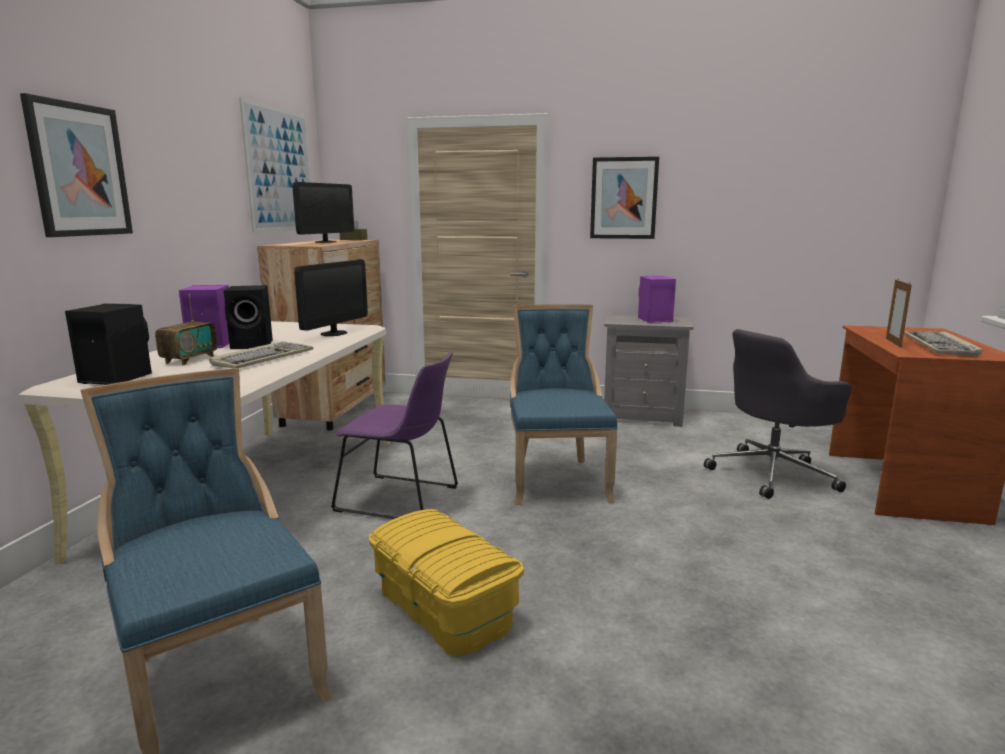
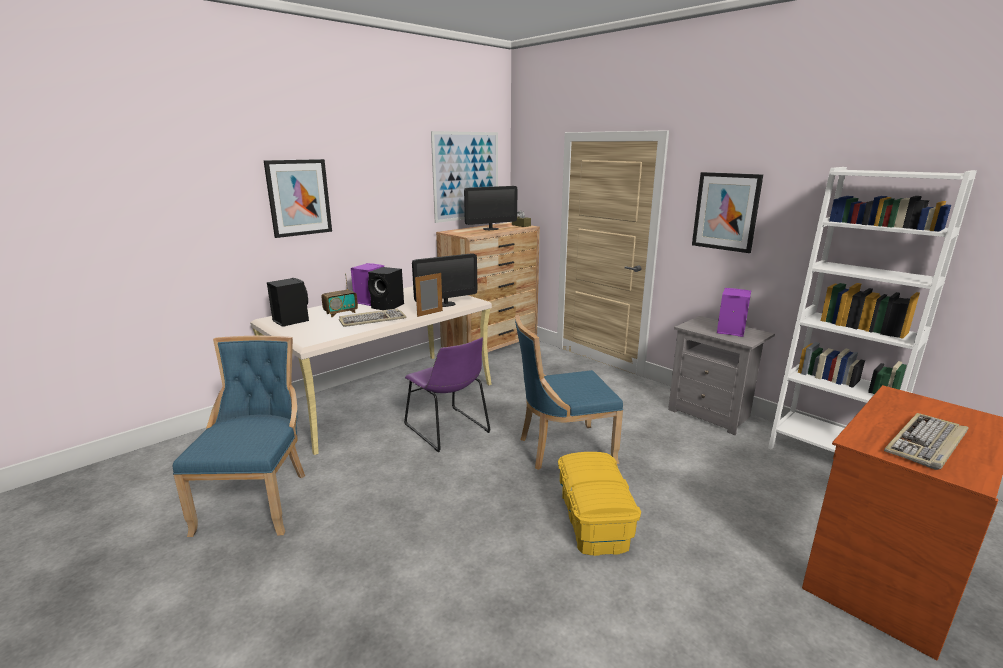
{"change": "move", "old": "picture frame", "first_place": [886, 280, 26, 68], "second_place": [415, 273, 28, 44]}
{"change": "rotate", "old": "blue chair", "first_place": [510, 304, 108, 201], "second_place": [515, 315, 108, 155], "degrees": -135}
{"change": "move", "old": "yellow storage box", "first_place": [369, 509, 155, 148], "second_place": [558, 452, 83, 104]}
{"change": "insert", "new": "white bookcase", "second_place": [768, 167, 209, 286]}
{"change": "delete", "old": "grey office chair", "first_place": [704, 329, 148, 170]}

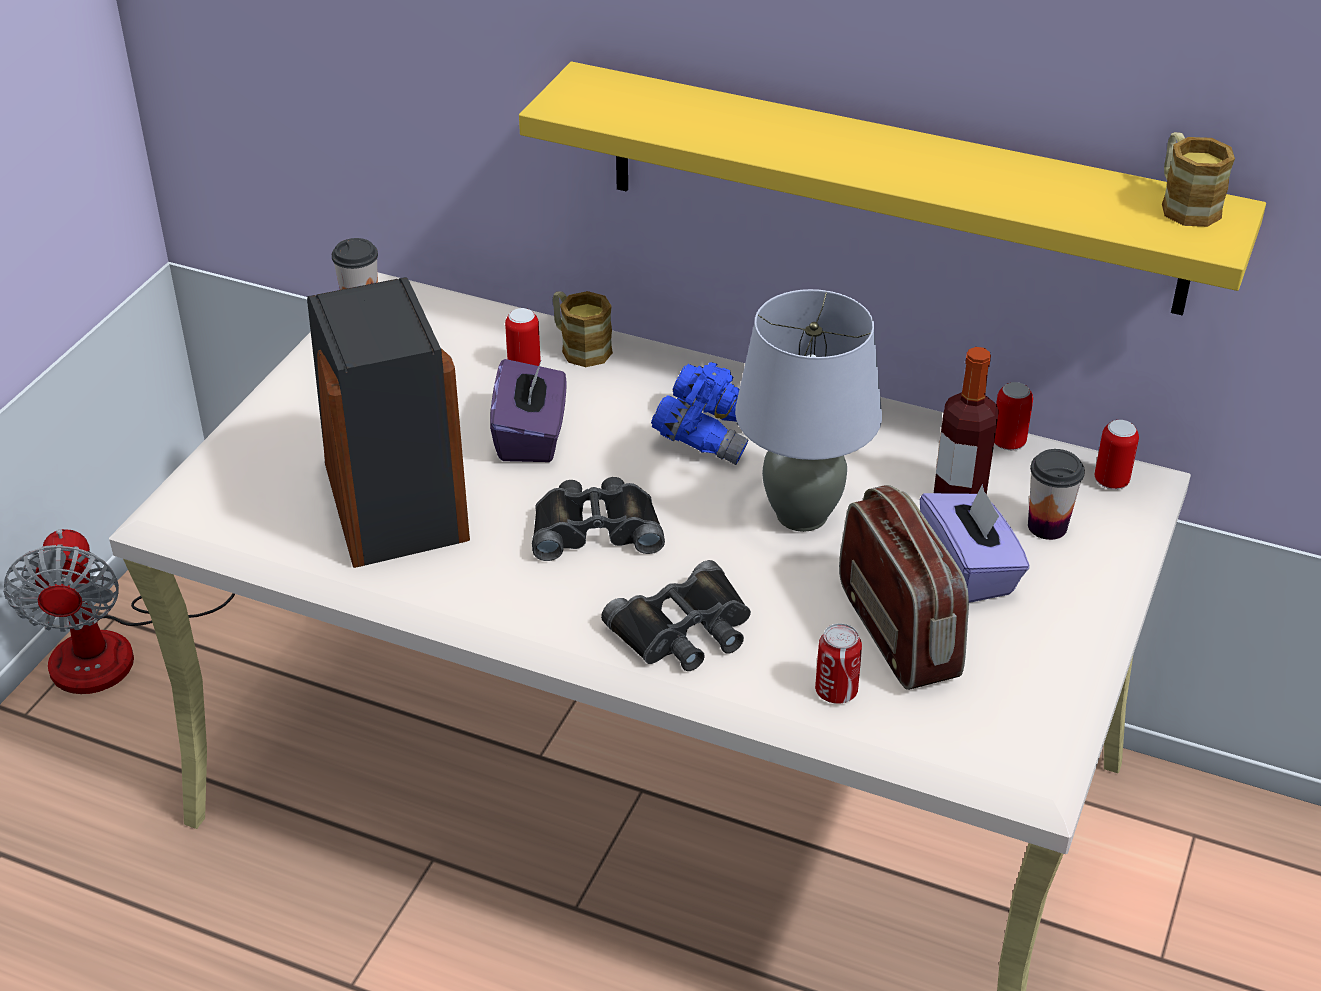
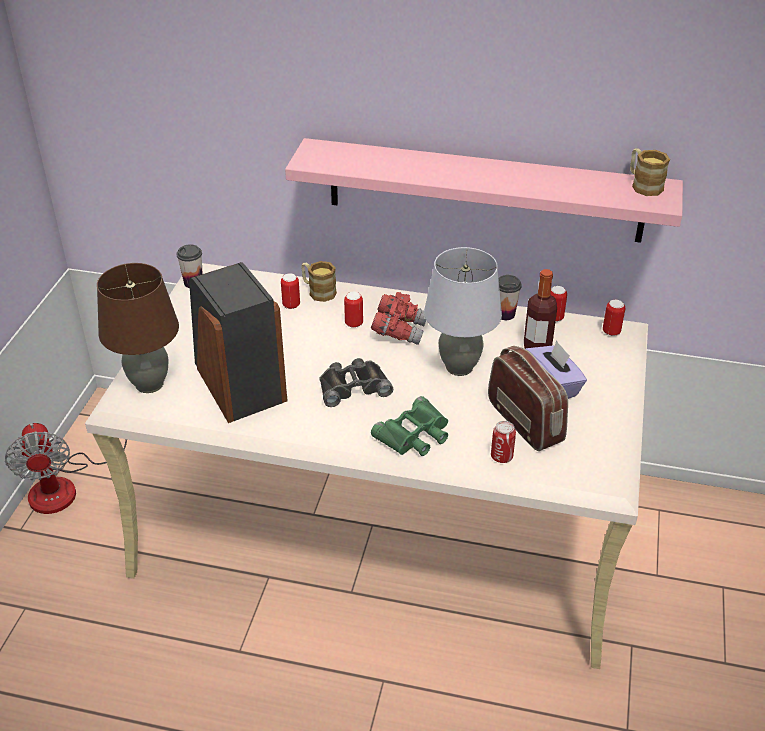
{"change": "insert", "new": "brown table lamp", "second_place": [97, 263, 82, 130]}
{"change": "recolor", "old": "yellow shelf", "new": "pink shelf", "first_place": [519, 62, 747, 254], "second_place": [285, 138, 398, 105]}
{"change": "insert", "new": "can", "second_place": [344, 292, 19, 36]}
{"change": "recolor", "old": "blue binoculars", "new": "red binoculars", "first_place": [651, 362, 98, 103], "second_place": [371, 292, 55, 53]}
{"change": "recolor", "old": "black binoculars", "new": "green binoculars", "first_place": [601, 560, 150, 111], "second_place": [371, 396, 77, 60]}
{"change": "move", "old": "cup", "first_place": [1028, 449, 57, 91], "second_place": [499, 275, 23, 45]}
{"change": "delete", "old": "purple tissue box", "first_place": [490, 357, 77, 105]}

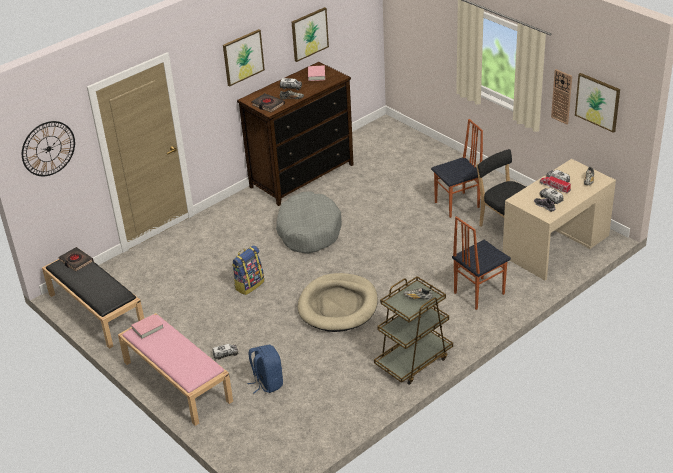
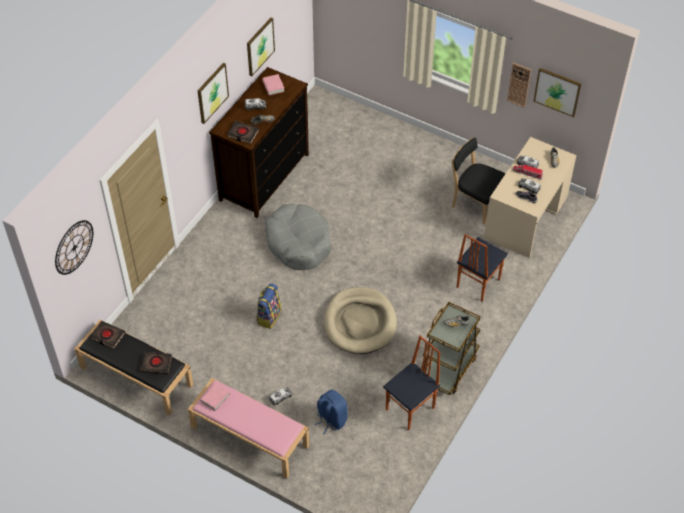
{"change": "insert", "new": "black book", "second_place": [140, 352, 32, 23]}
{"change": "move", "old": "chair", "first_place": [431, 119, 52, 99], "second_place": [383, 336, 57, 94]}

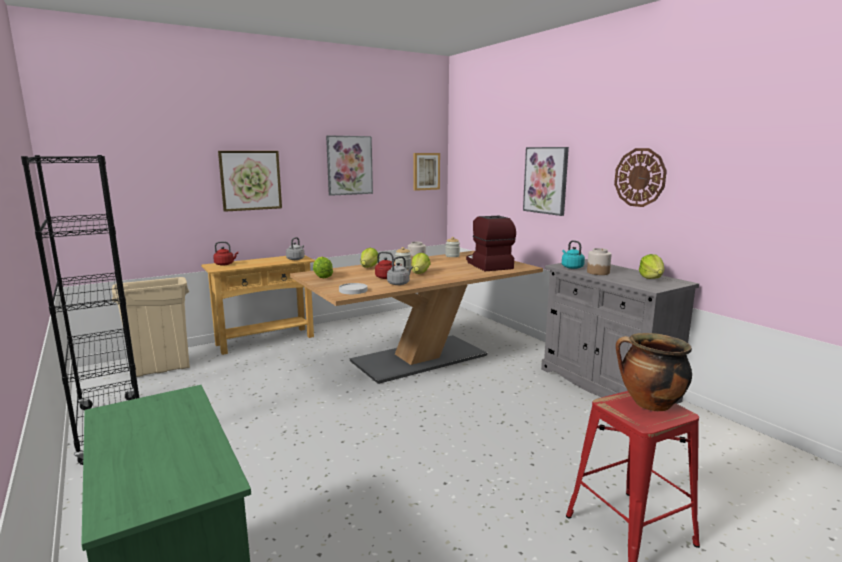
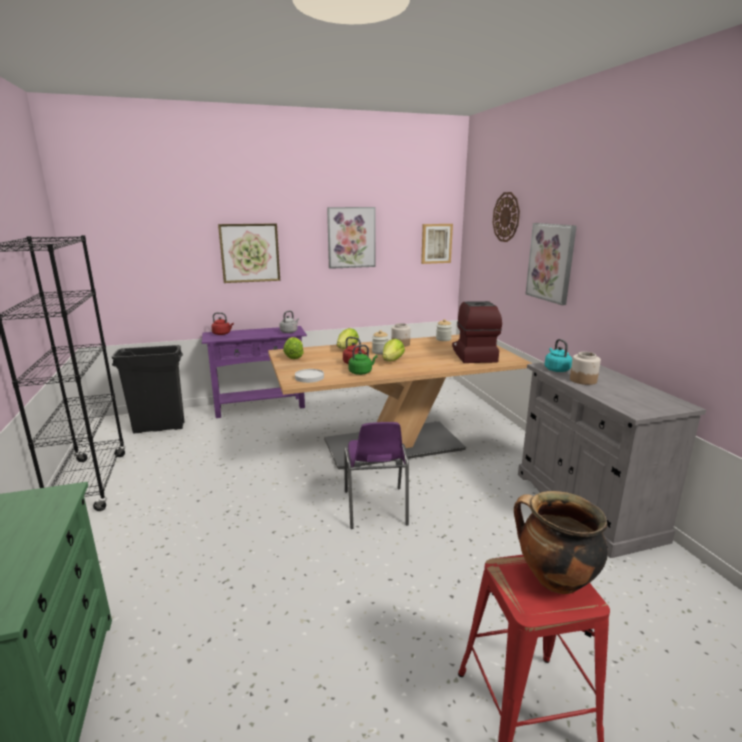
{"change": "recolor", "old": "beige trash can", "new": "black trash can", "first_place": [112, 277, 78, 100], "second_place": [112, 345, 73, 88]}
{"change": "recolor", "old": "beige console table", "new": "purple console table", "first_place": [201, 255, 114, 100], "second_place": [202, 326, 105, 92]}
{"change": "insert", "new": "purple chair", "second_place": [344, 422, 65, 107]}
{"change": "recolor", "old": "grey kettle", "new": "green kettle", "first_place": [387, 256, 26, 29], "second_place": [348, 345, 30, 30]}
{"change": "move", "old": "wall clock", "first_place": [614, 148, 53, 59], "second_place": [493, 192, 27, 50]}
{"change": "delete", "old": "lettuce", "first_place": [639, 254, 26, 25]}

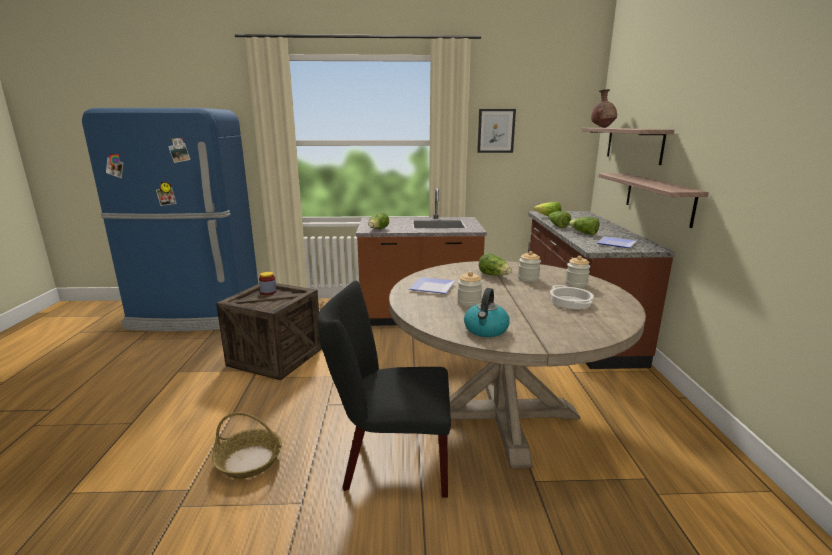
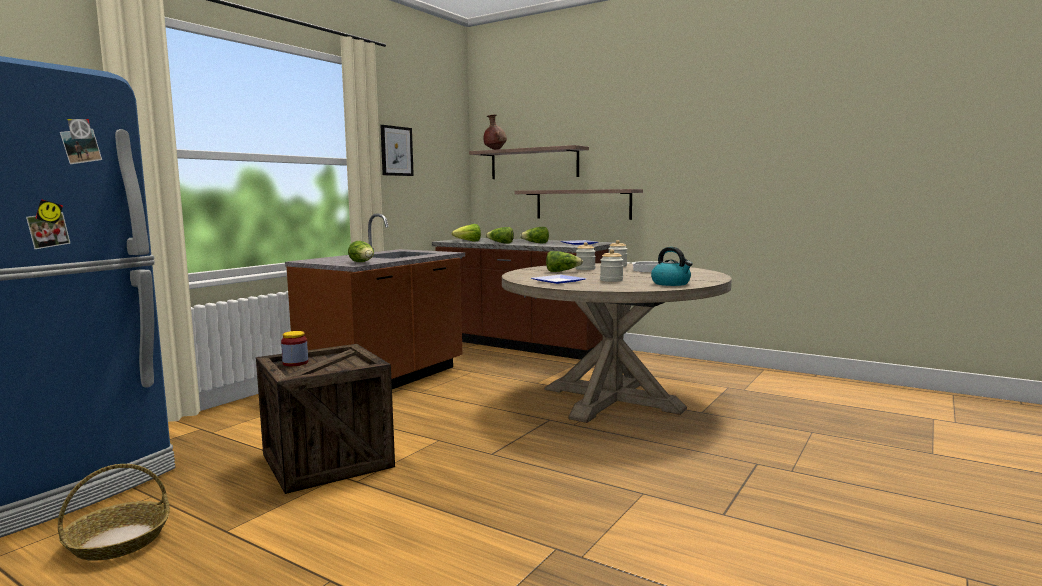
{"change": "move", "old": "basket", "first_place": [212, 412, 70, 67], "second_place": [58, 464, 112, 97]}
{"change": "delete", "old": "black chair", "first_place": [317, 281, 134, 217]}

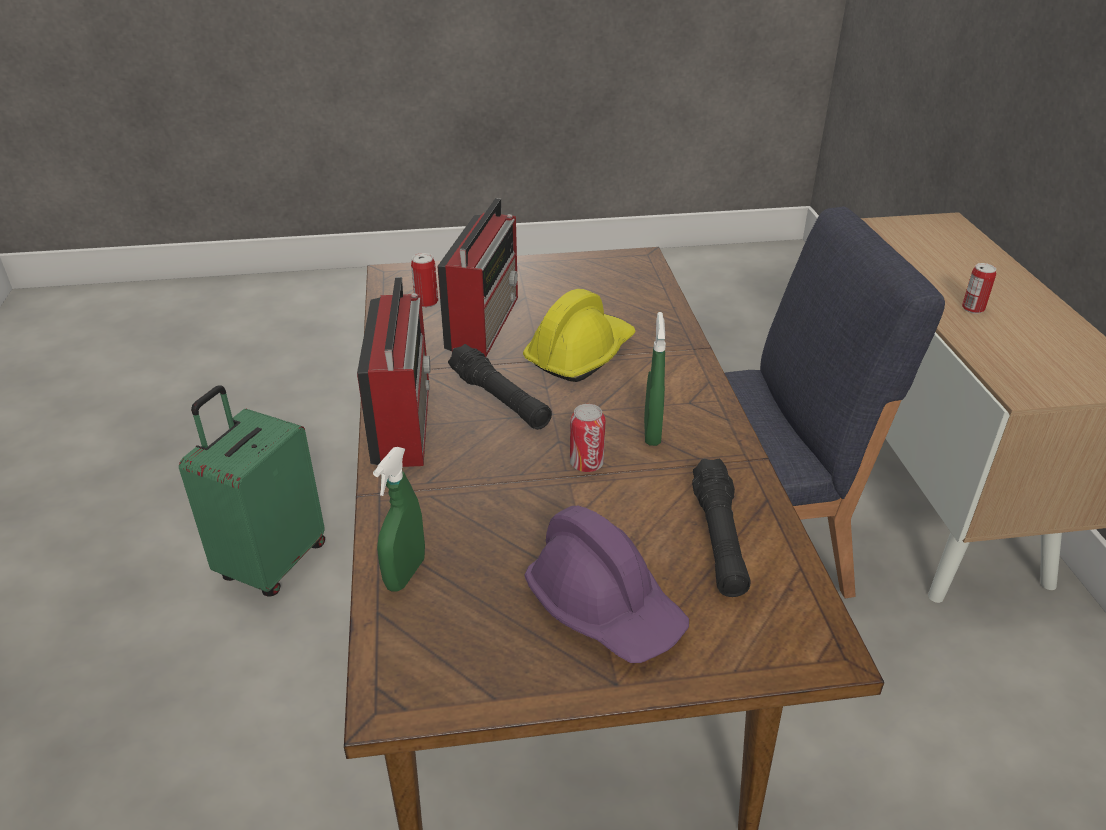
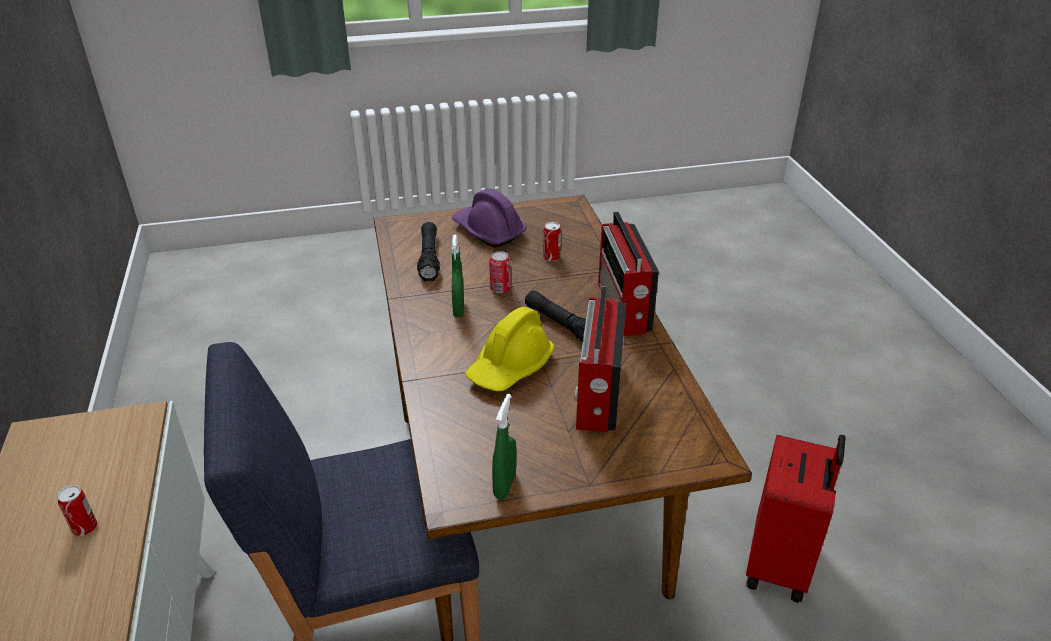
{"change": "move", "old": "green spray bottle", "first_place": [373, 447, 52, 145], "second_place": [492, 394, 25, 105]}
{"change": "move", "old": "can", "first_place": [411, 253, 27, 55], "second_place": [543, 222, 18, 40]}
{"change": "recolor", "old": "green suitcase", "new": "red suitcase", "first_place": [179, 385, 146, 212], "second_place": [746, 435, 99, 168]}

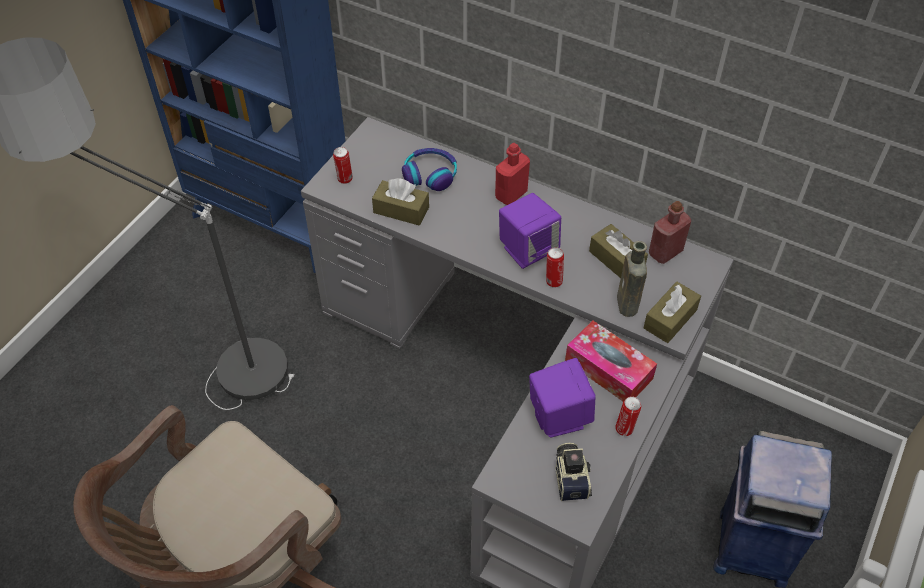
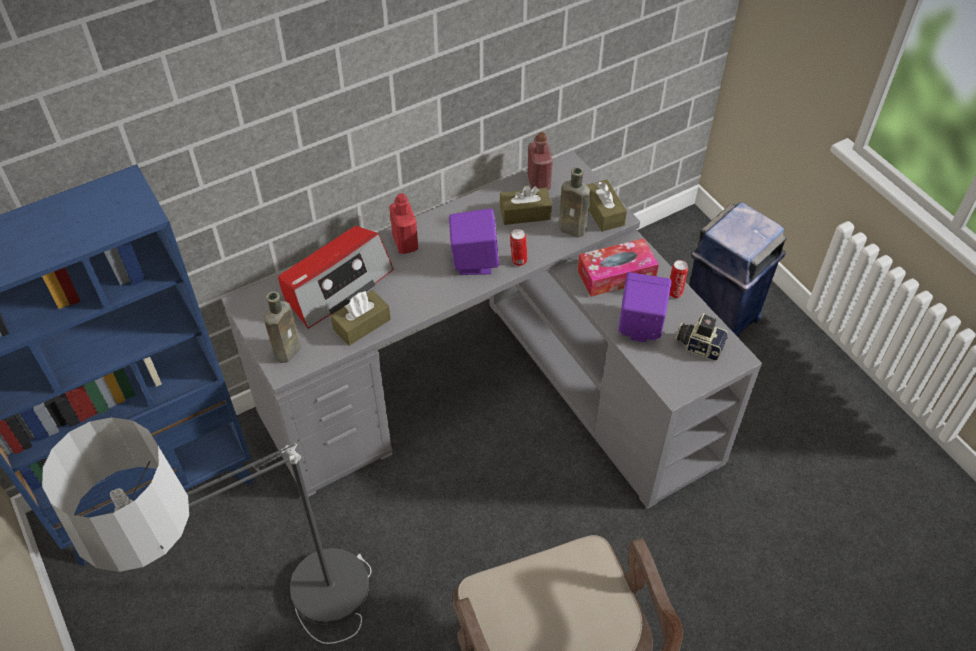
{"change": "replace", "old": "can", "new": "brown bottle", "first_place": [333, 147, 20, 37], "second_place": [264, 292, 37, 71]}
{"change": "replace", "old": "headphones", "new": "radio", "first_place": [402, 148, 55, 43], "second_place": [278, 226, 116, 103]}

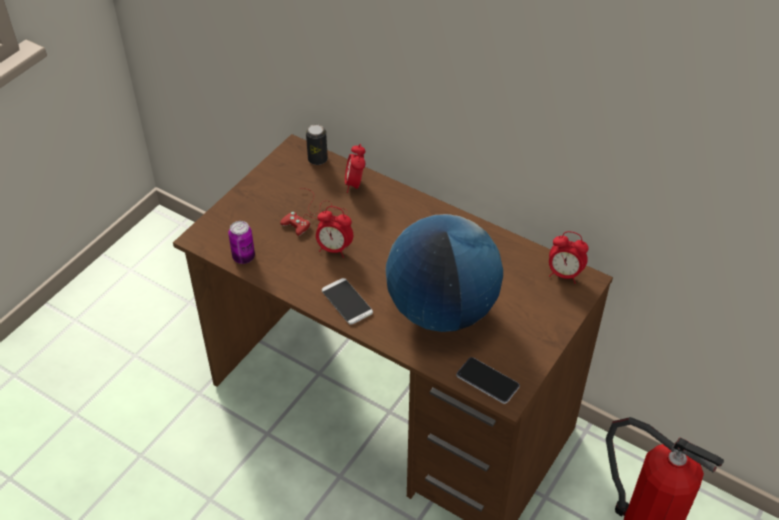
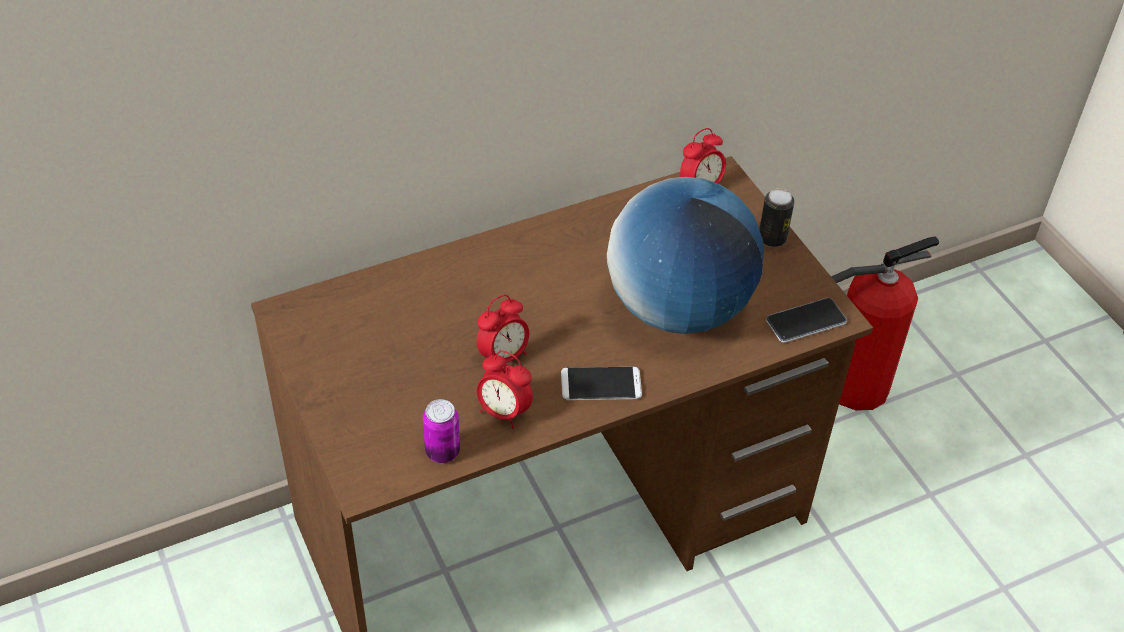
{"change": "move", "old": "alarm clock", "first_place": [345, 144, 20, 49], "second_place": [477, 351, 56, 78]}
{"change": "move", "old": "can", "first_place": [306, 124, 22, 41], "second_place": [759, 189, 35, 58]}
{"change": "delete", "old": "red game controller", "first_place": [280, 188, 68, 48]}

